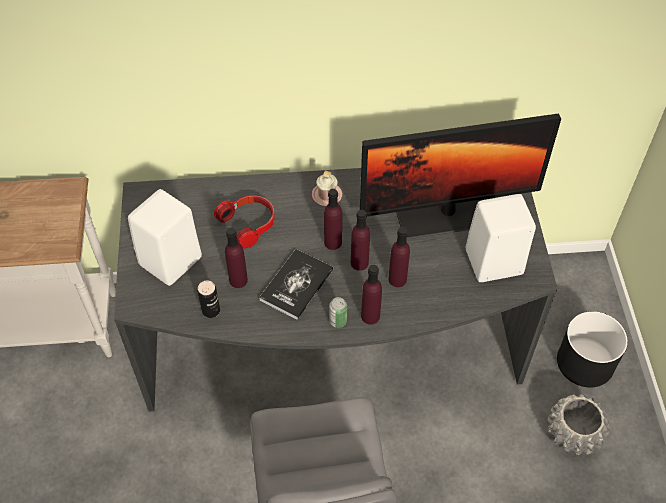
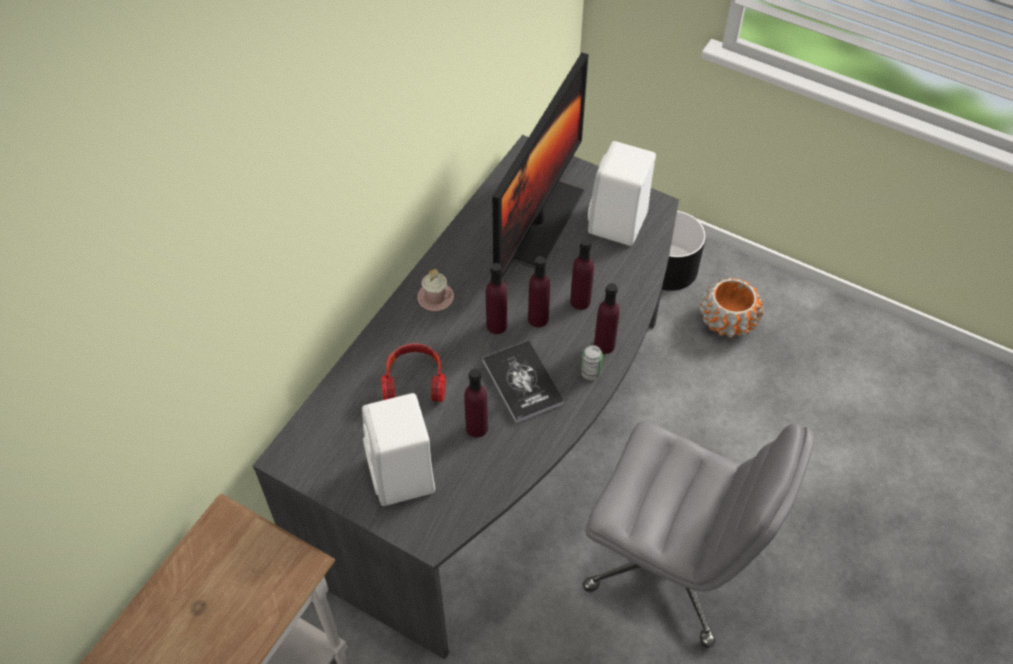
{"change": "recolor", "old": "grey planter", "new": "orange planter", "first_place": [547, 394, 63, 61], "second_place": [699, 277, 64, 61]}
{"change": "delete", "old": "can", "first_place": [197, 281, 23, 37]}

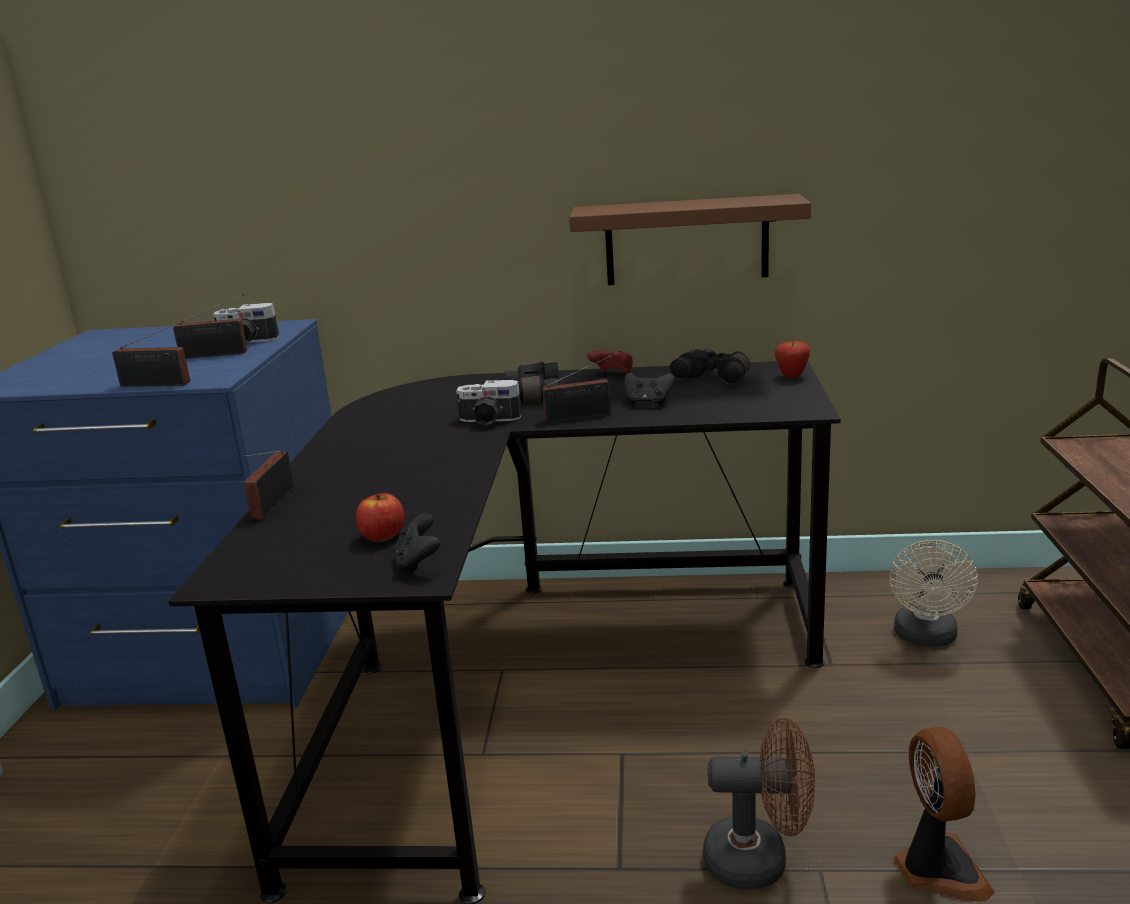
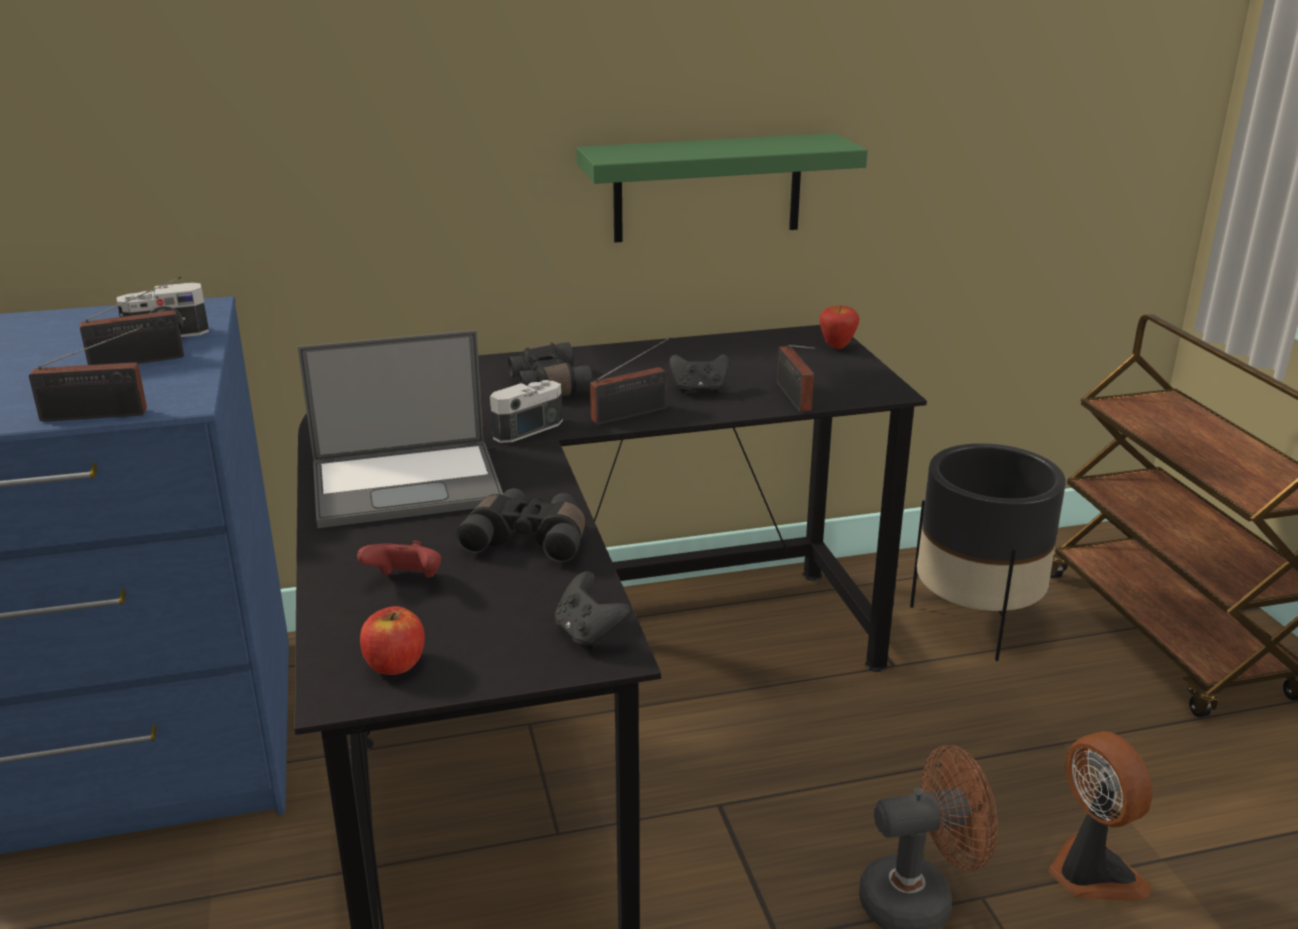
{"change": "insert", "new": "laptop", "second_place": [298, 330, 205, 198]}
{"change": "move", "old": "red game controller", "first_place": [587, 351, 46, 22], "second_place": [357, 541, 84, 36]}
{"change": "move", "old": "apple", "first_place": [356, 493, 48, 49], "second_place": [360, 606, 65, 69]}
{"change": "move", "old": "black binoculars", "first_place": [669, 349, 81, 36], "second_place": [456, 488, 130, 75]}
{"change": "rotate", "old": "photo camera", "first_place": [456, 380, 65, 46], "second_place": [490, 380, 73, 63], "degrees": 150}
{"change": "recolor", "old": "brown shelf", "new": "green shelf", "first_place": [569, 194, 242, 91], "second_place": [576, 133, 292, 110]}
{"change": "move", "old": "radio", "first_place": [242, 451, 52, 68], "second_place": [777, 345, 39, 67]}
{"change": "replace", "old": "beige fan", "new": "black planter", "first_place": [889, 540, 89, 107], "second_place": [910, 443, 156, 218]}

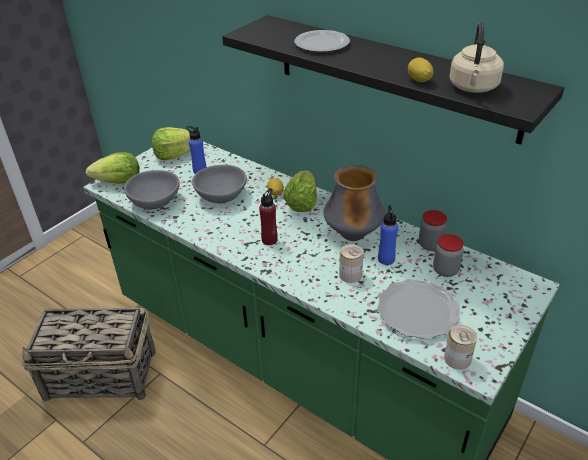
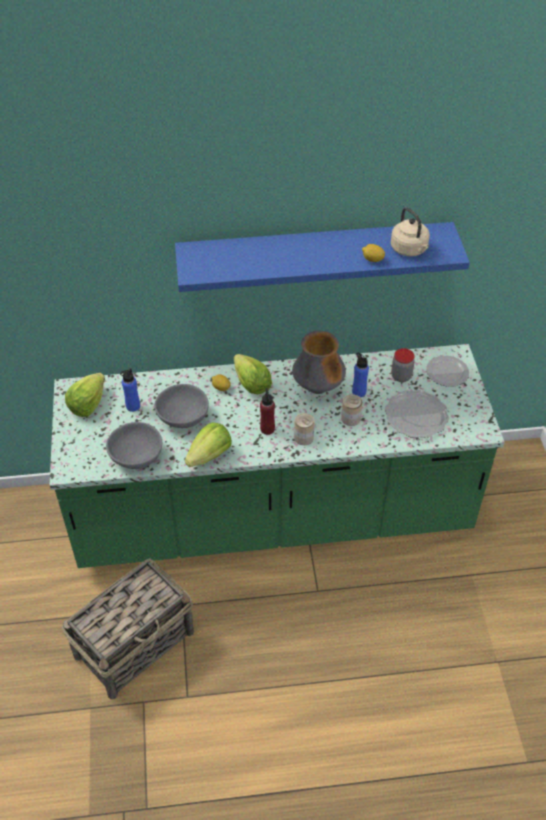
{"change": "recolor", "old": "black shelf", "new": "blue shelf", "first_place": [222, 15, 342, 130], "second_place": [175, 222, 295, 70]}
{"change": "move", "old": "lettuce", "first_place": [86, 152, 54, 32], "second_place": [185, 422, 47, 45]}
{"change": "move", "old": "can", "first_place": [444, 325, 33, 45], "second_place": [294, 413, 21, 32]}
{"change": "move", "old": "plate", "first_place": [294, 30, 56, 22], "second_place": [426, 356, 43, 31]}
{"change": "delete", "old": "jar", "first_place": [419, 210, 28, 41]}

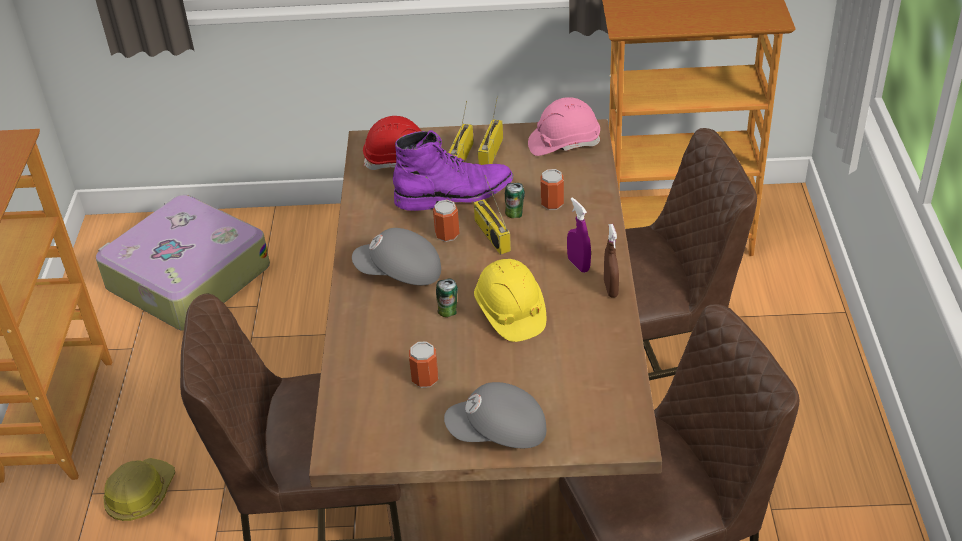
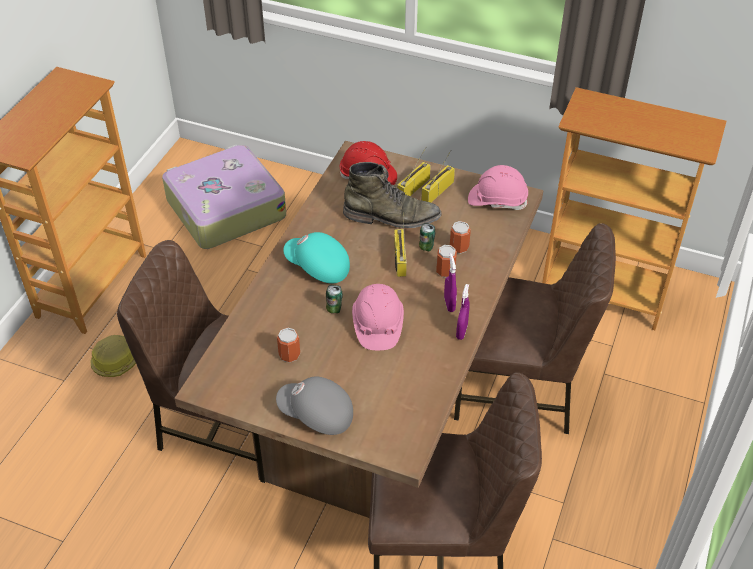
{"change": "recolor", "old": "grey cap", "new": "turquoise cap", "first_place": [352, 228, 89, 57], "second_place": [284, 232, 66, 51]}
{"change": "recolor", "old": "purple boot", "new": "green boot", "first_place": [393, 130, 121, 81], "second_place": [343, 162, 99, 66]}
{"change": "recolor", "old": "yellow hard hat", "new": "pink hard hat", "first_place": [474, 259, 72, 83], "second_place": [352, 284, 52, 66]}
{"change": "move", "old": "can", "first_place": [433, 200, 26, 42], "second_place": [436, 245, 21, 33]}
{"change": "recolor", "old": "brown spray bottle", "new": "purple spray bottle", "first_place": [604, 224, 15, 74], "second_place": [456, 284, 14, 56]}

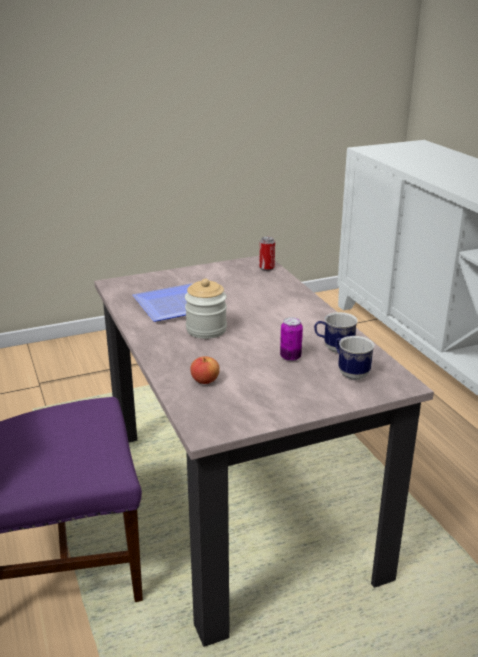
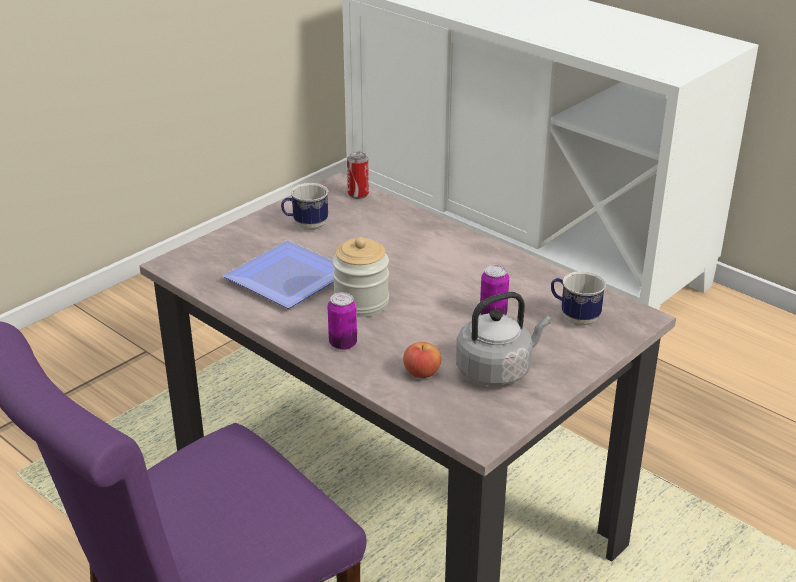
{"change": "move", "old": "mug", "first_place": [314, 312, 44, 41], "second_place": [281, 183, 47, 47]}
{"change": "insert", "new": "can", "second_place": [327, 292, 30, 58]}
{"change": "insert", "new": "grey kettle", "second_place": [456, 292, 95, 94]}

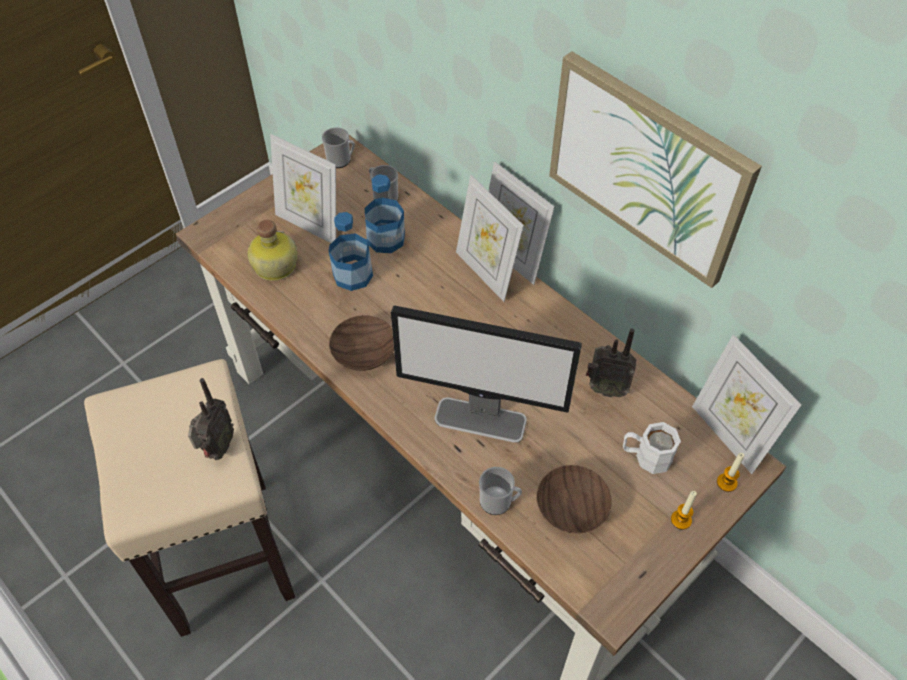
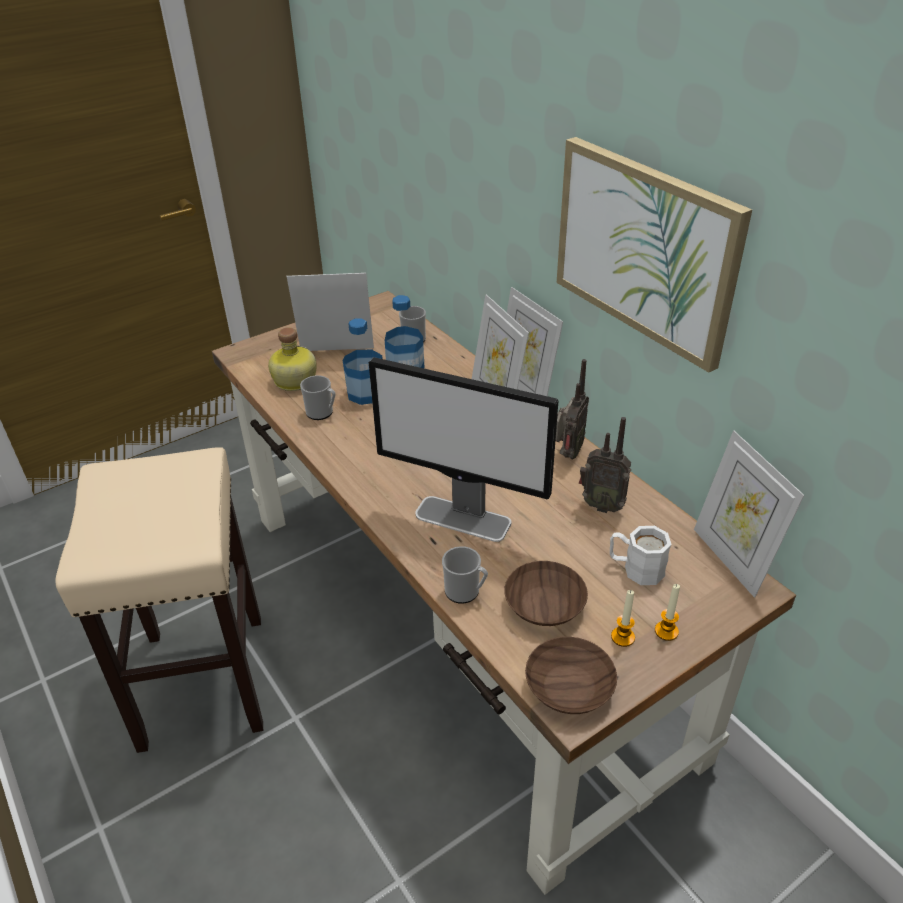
{"change": "rotate", "old": "picture frame", "first_place": [270, 134, 66, 109], "second_place": [287, 273, 87, 78], "degrees": 135}
{"change": "move", "old": "mug", "first_place": [322, 128, 33, 40], "second_place": [300, 376, 36, 44]}
{"change": "move", "old": "brown bowl", "first_place": [329, 315, 65, 56], "second_place": [525, 637, 92, 77]}
{"change": "move", "old": "radio", "first_place": [188, 378, 46, 82], "second_place": [555, 359, 34, 101]}
{"change": "move", "old": "candle", "first_place": [717, 453, 27, 39], "second_place": [611, 590, 24, 57]}

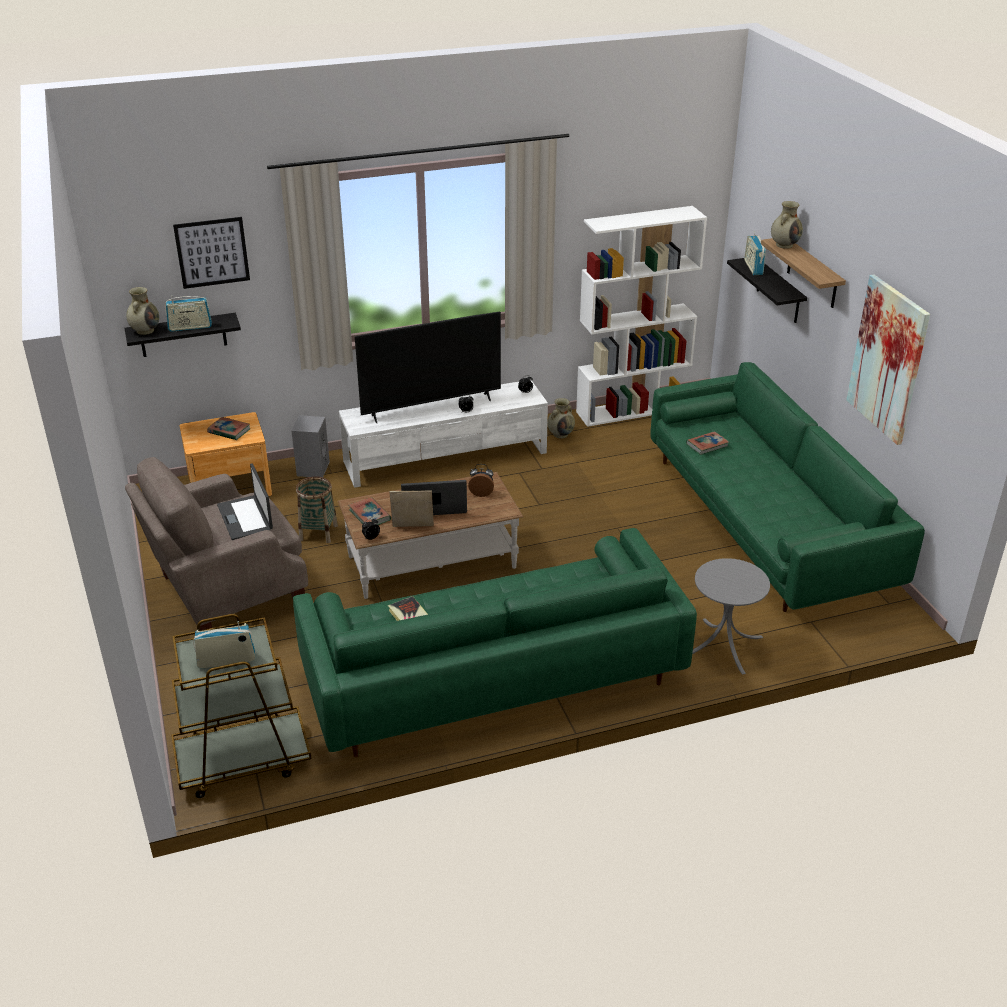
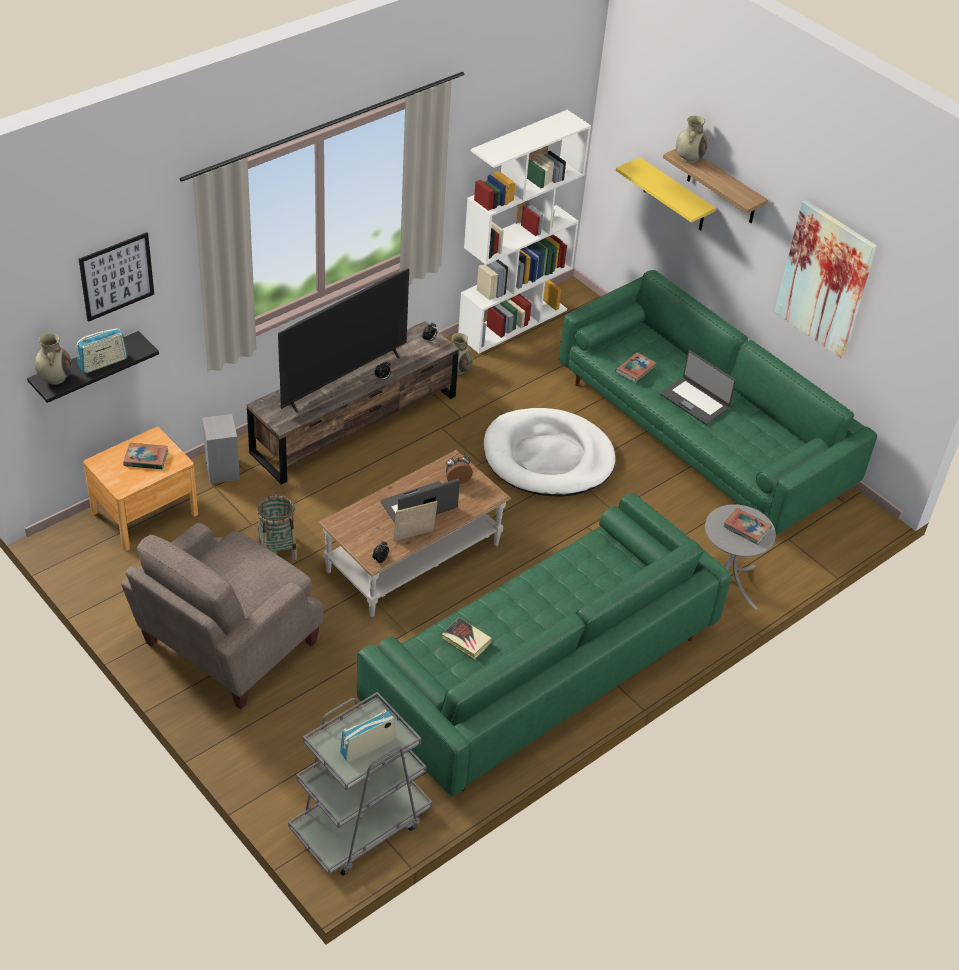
{"change": "recolor", "old": "white tv stand", "new": "brown tv stand", "first_place": [339, 380, 209, 108], "second_place": [247, 321, 212, 164]}
{"change": "recolor", "old": "brown cart", "new": "grey cart", "first_place": [171, 614, 141, 184], "second_place": [288, 692, 144, 184]}
{"change": "insert", "new": "white dog bed", "second_place": [484, 408, 132, 89]}
{"change": "recolor", "old": "black shelf", "new": "yellow shelf", "first_place": [727, 258, 80, 65], "second_place": [616, 157, 100, 74]}
{"change": "move", "old": "laptop", "first_place": [217, 463, 56, 77], "second_place": [660, 350, 76, 75]}
{"change": "move", "old": "book", "first_place": [348, 497, 43, 28], "second_place": [723, 508, 49, 37]}
{"change": "delete", "old": "radio", "first_place": [744, 231, 22, 44]}

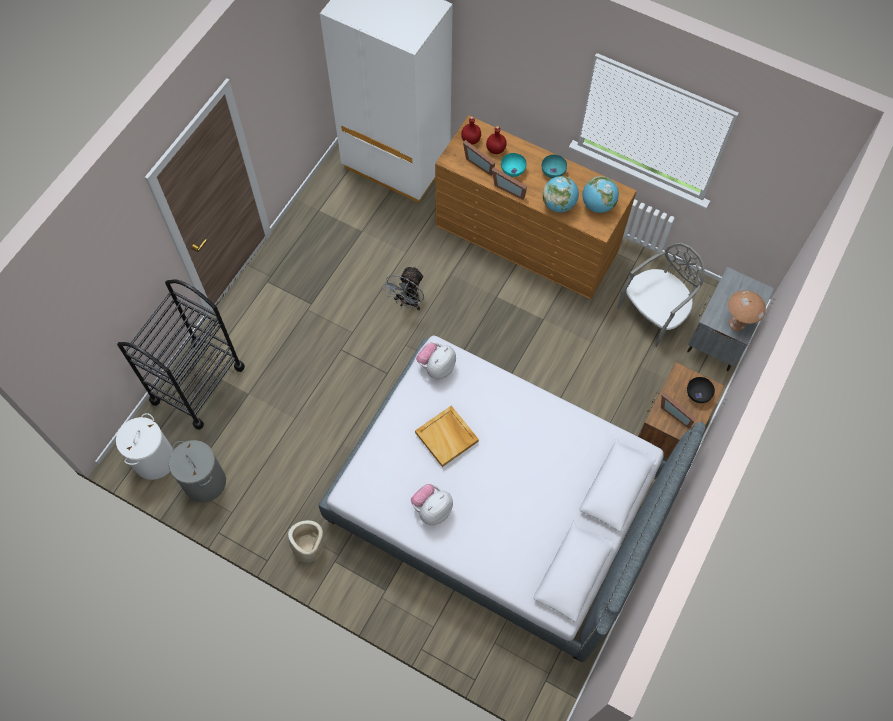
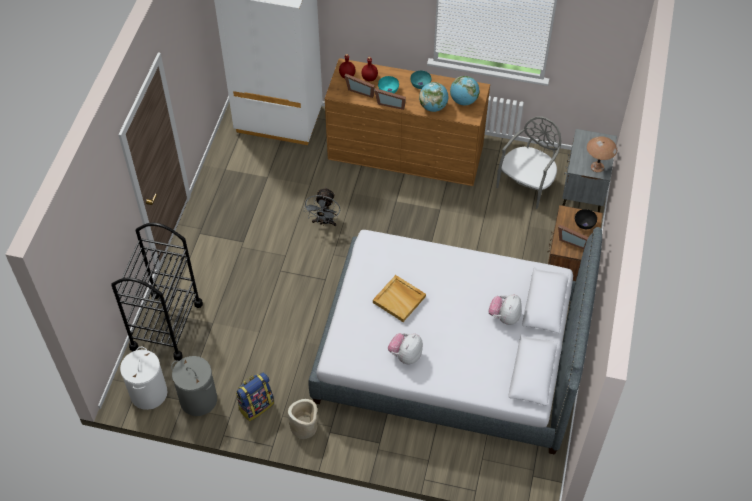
{"change": "insert", "new": "backpack", "second_place": [236, 372, 38, 49]}
{"change": "move", "old": "plush toy", "first_place": [416, 342, 40, 37], "second_place": [488, 294, 34, 31]}

